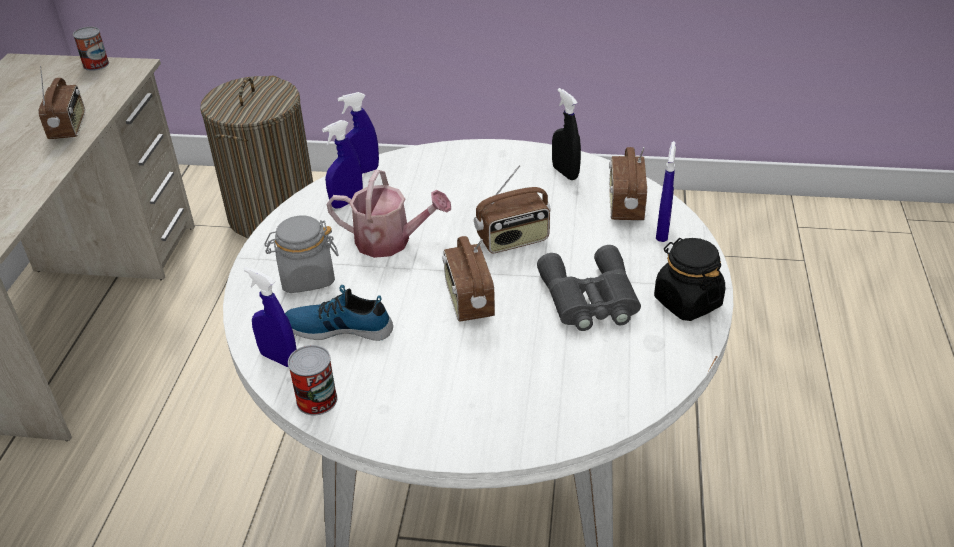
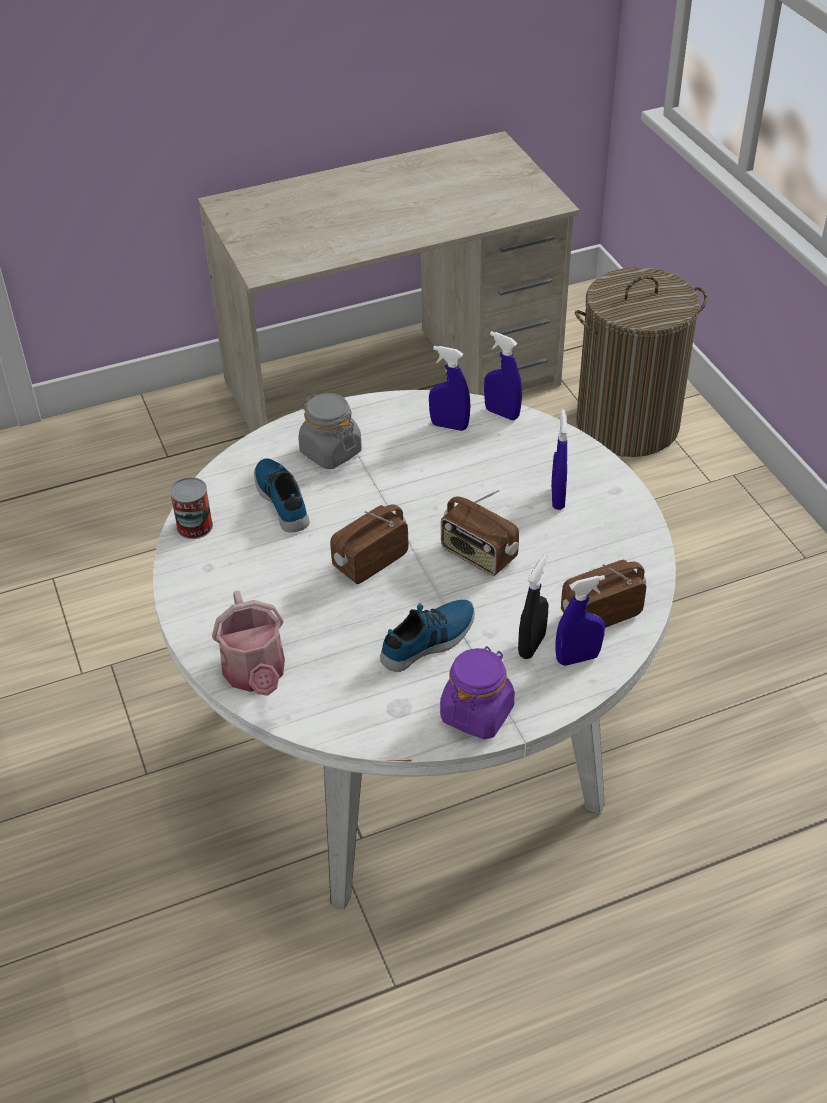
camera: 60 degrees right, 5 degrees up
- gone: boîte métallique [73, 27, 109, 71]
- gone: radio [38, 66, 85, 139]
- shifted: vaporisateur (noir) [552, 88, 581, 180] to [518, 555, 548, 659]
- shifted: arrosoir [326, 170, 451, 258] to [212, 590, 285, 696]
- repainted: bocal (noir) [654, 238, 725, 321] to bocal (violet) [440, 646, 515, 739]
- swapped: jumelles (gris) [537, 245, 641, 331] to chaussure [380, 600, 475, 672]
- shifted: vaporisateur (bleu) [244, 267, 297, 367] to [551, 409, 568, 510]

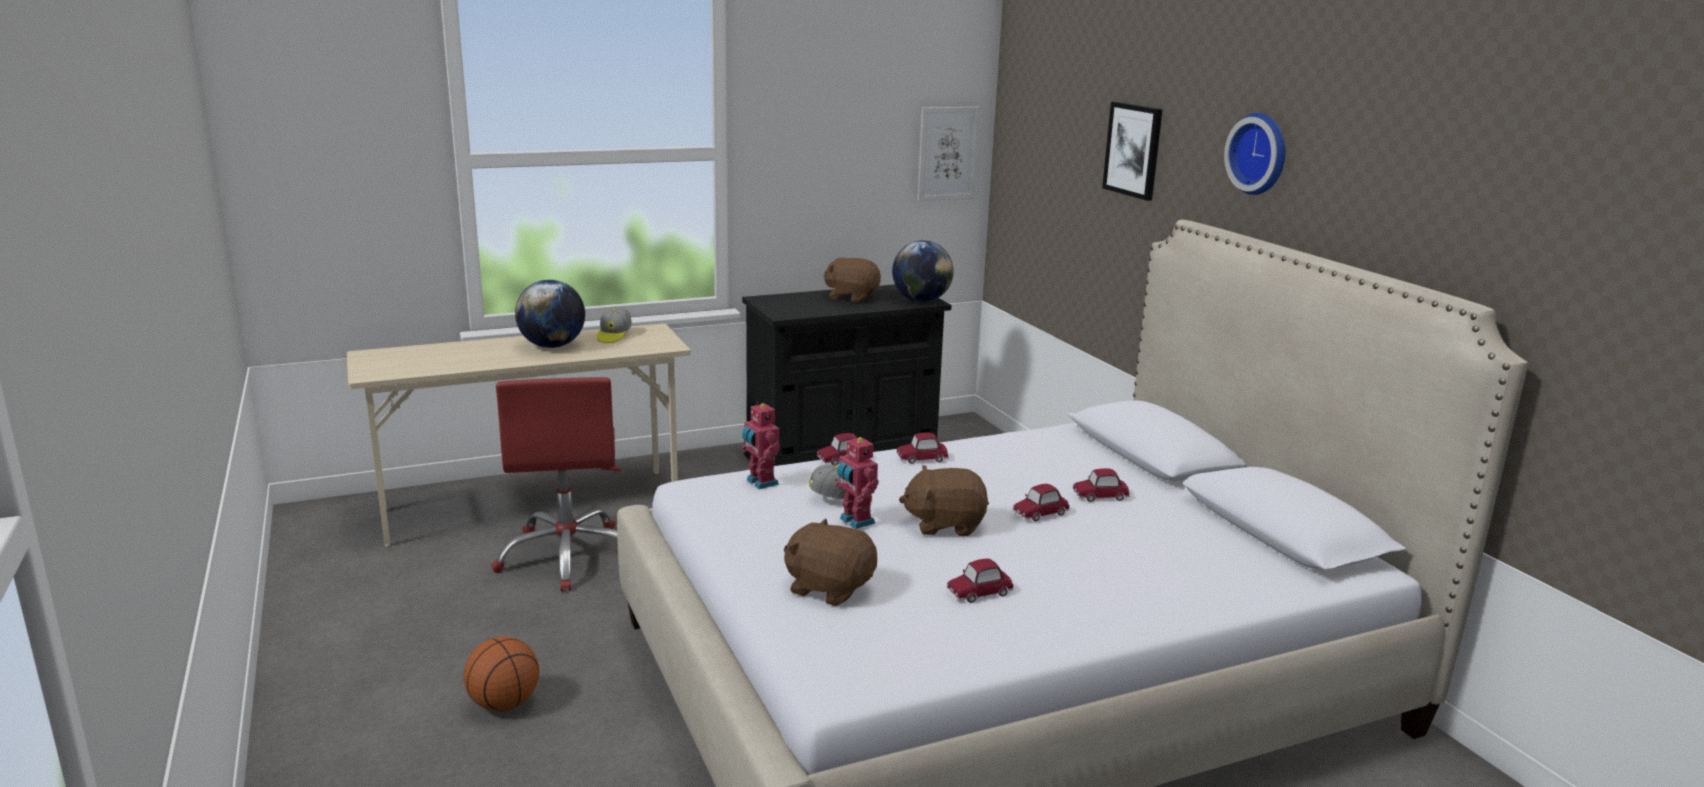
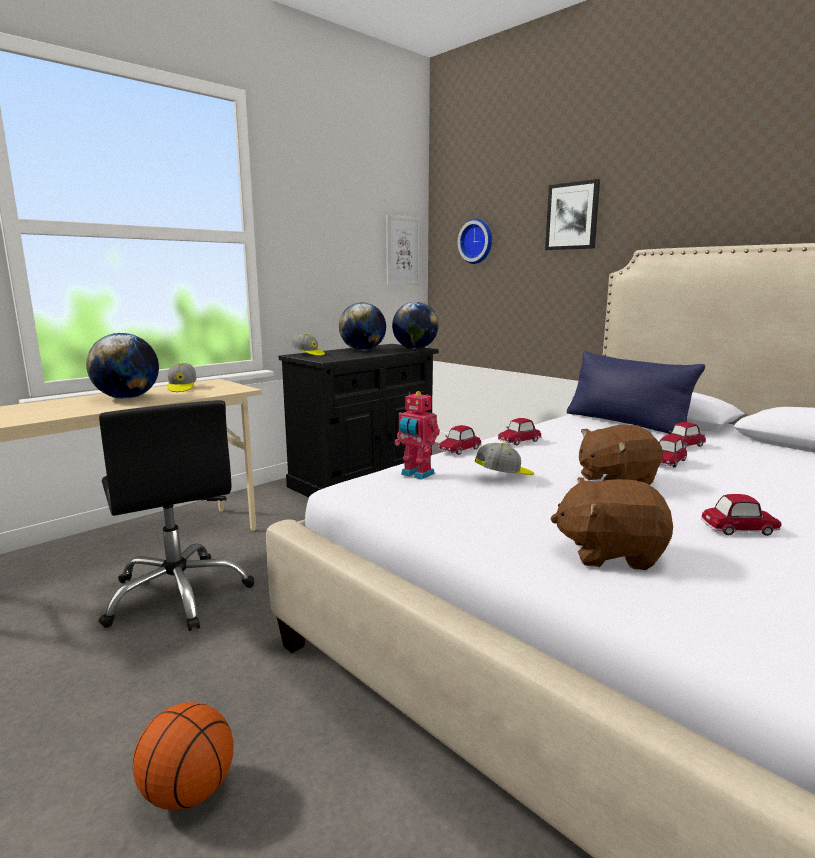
camera: 20 degrees left, 5 degrees down
- shifted: horloge murale [1224, 113, 1286, 195] to [457, 219, 492, 264]
- swapped: peluche (marron) [824, 258, 881, 302] to globe [339, 302, 386, 351]
- repainted: chaise de bureau (rouge) [491, 377, 621, 591] to chaise de bureau (noir) [99, 400, 254, 631]
- gone: robot jouet [835, 435, 879, 529]
- rotated: petite voiture [947, 559, 1014, 603] = [701, 494, 781, 536] 135 degrees counterclockwise
- new: casquette [292, 334, 325, 356]
- new: coussin (bleu) [567, 351, 705, 434]

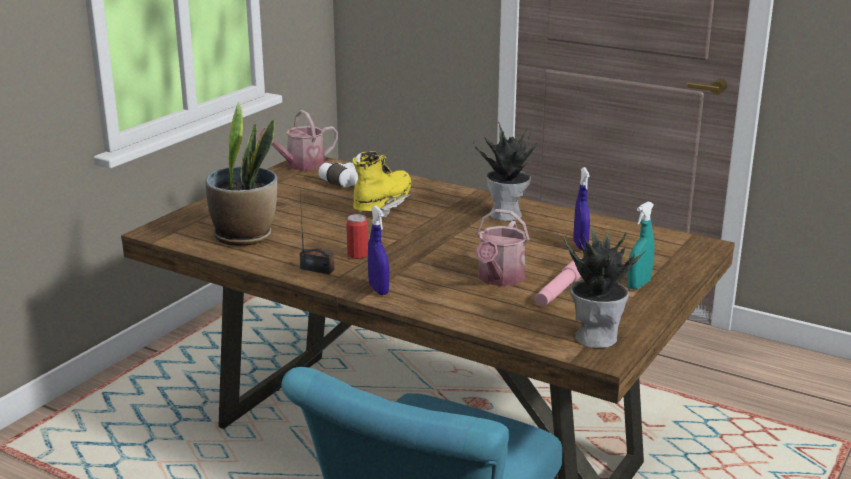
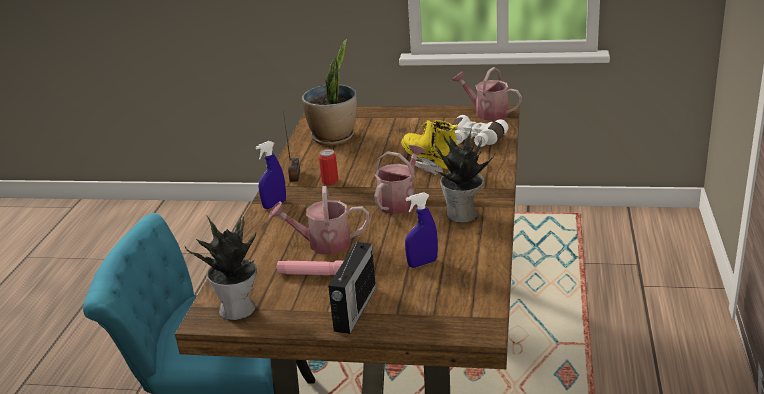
camera: 70 degrees right, 5 degrees up
- rotated: botte (jaune) [352, 151, 411, 217] = [401, 120, 459, 175] 135 degrees counterclockwise
- swapped: vaporisateur (turquoise) [627, 202, 654, 290] to radio [328, 235, 376, 334]
- new: arrosoir [374, 145, 425, 215]

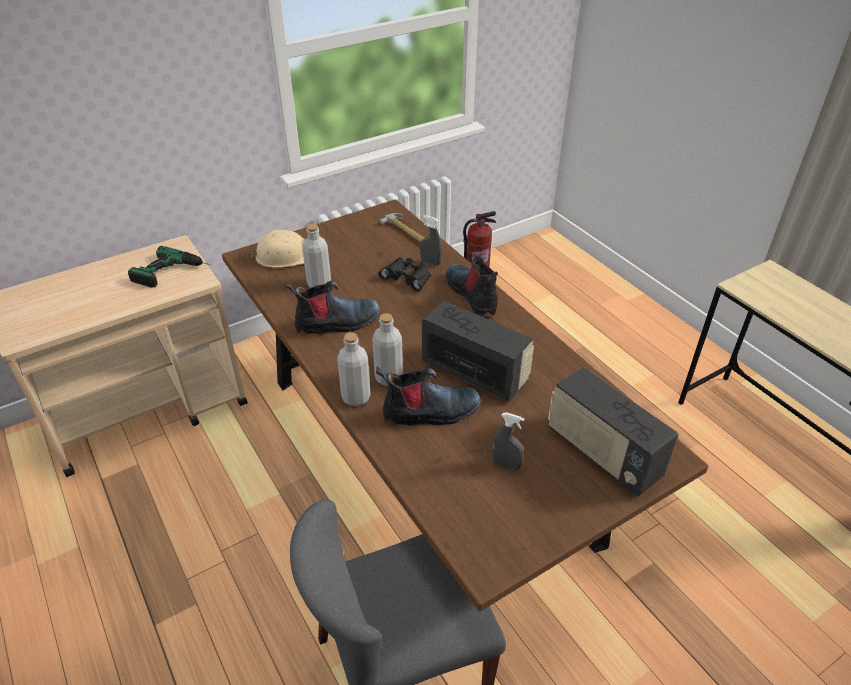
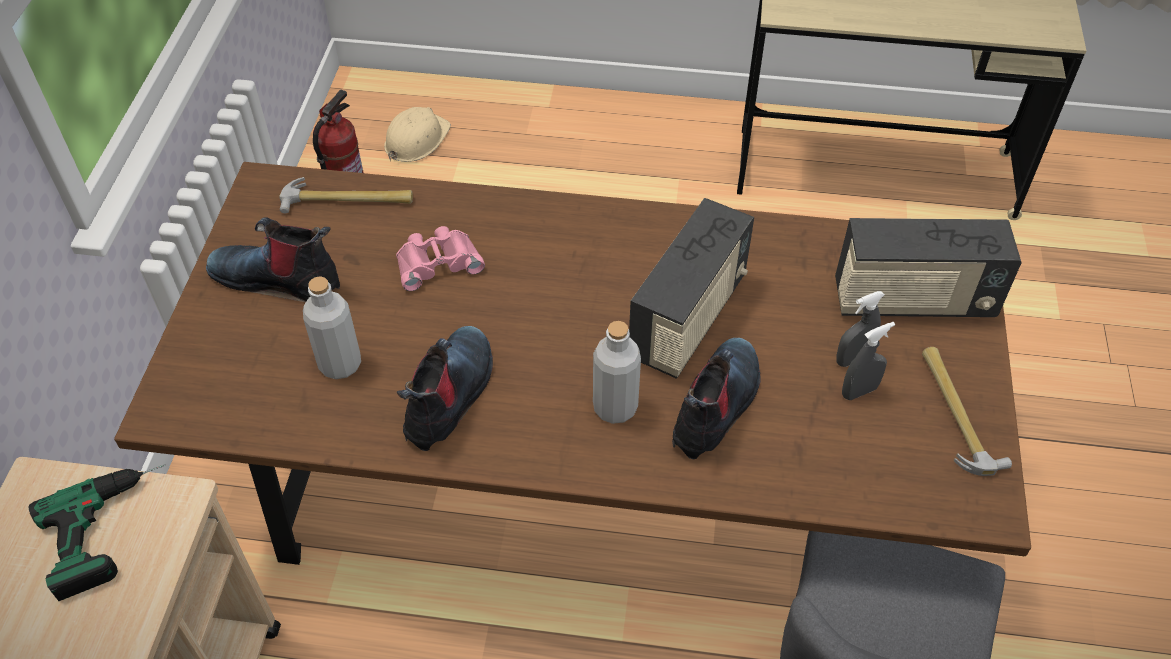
camera: 50 degrees left, 10 degrees up
- shifted: vaporisateur (gris) [420, 215, 442, 266] to [837, 291, 884, 367]
- shifted: casque de chantier (beige) [250, 230, 305, 268] to [384, 107, 451, 162]
- shifted: botte [446, 254, 498, 317] to [206, 217, 340, 302]
- repainted: jumelles (noir) [378, 258, 431, 292] to jumelles (rose) [396, 226, 485, 291]
- rotated: radio [422, 301, 534, 402] = [629, 198, 754, 379] 135 degrees clockwise
- gone: bouteille (gris) [337, 332, 371, 406]
- new: marteau [922, 347, 1012, 476]

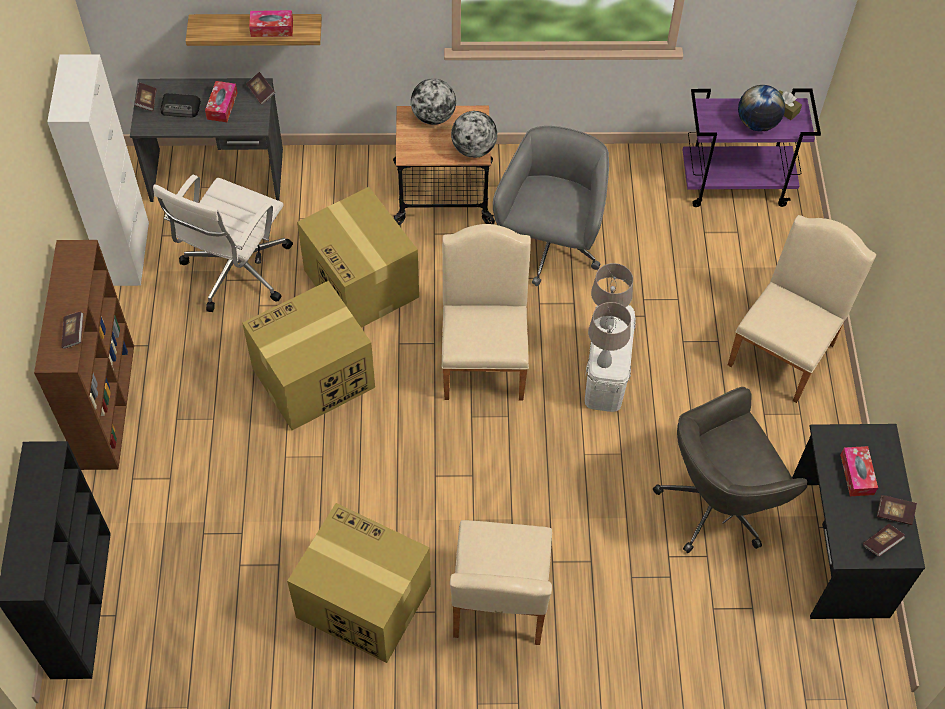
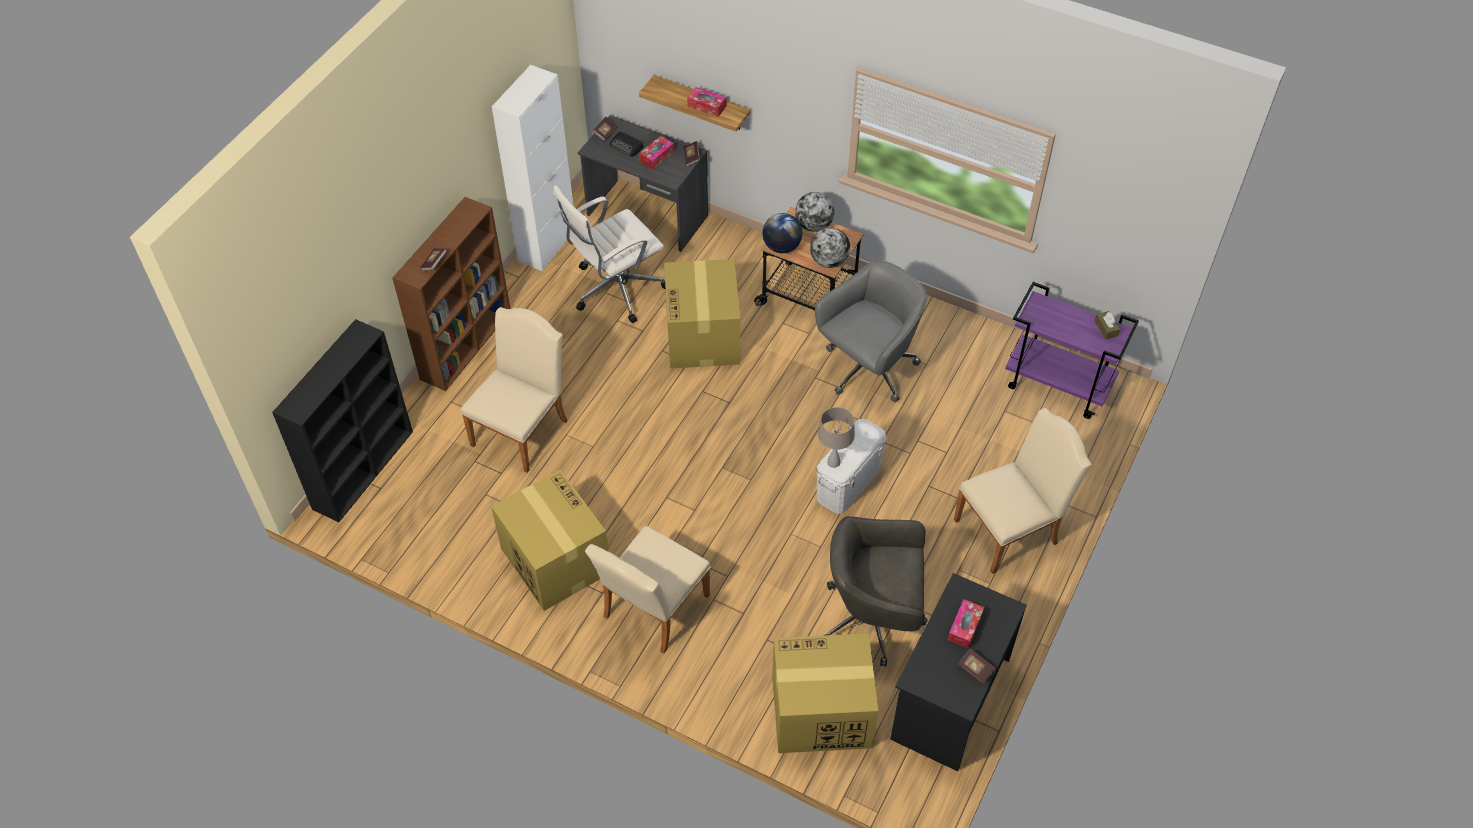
camera: 30 degrees right, 5 degrees down
- shifted: globe [738, 85, 785, 131] to [762, 213, 802, 253]
- shifted: chaise (beige) [442, 224, 531, 400] to [461, 307, 568, 473]
- gone: lampe de table (beige) [591, 263, 633, 330]
- shifted: carton [242, 281, 375, 430] to [772, 633, 878, 753]
- gone: livre [863, 524, 905, 557]

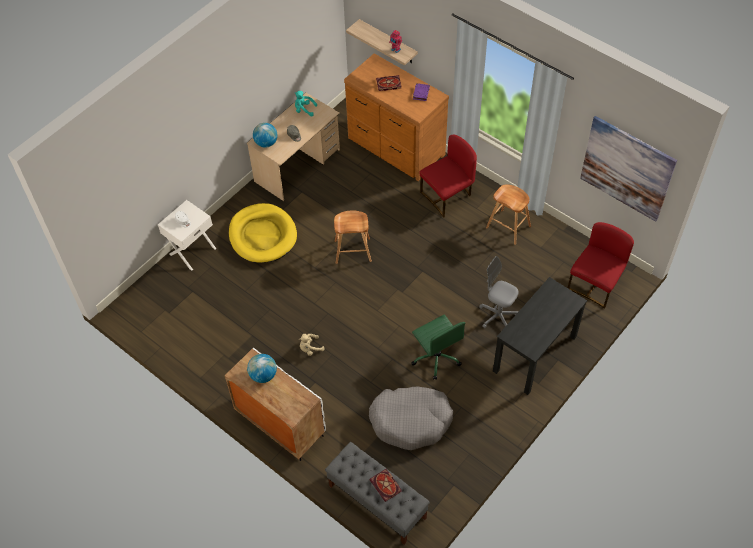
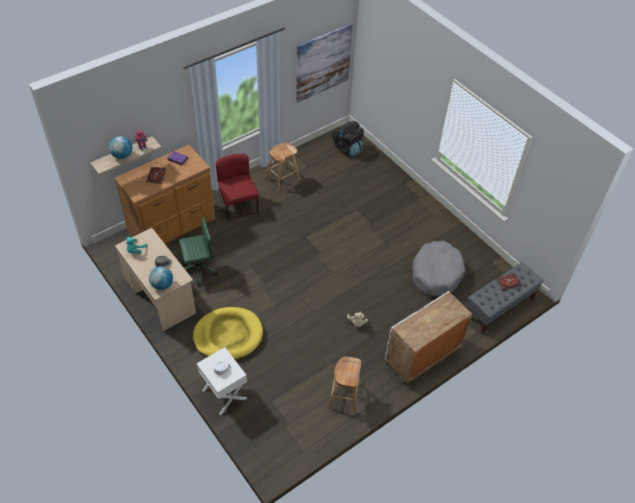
camera: 80 degrees left, 5 degrees down
- shifted: tabouret (marron) [334, 211, 372, 264] to [327, 356, 361, 413]
- swapped: chaise (rouge) [568, 222, 634, 308] to sac à dos (noir) [333, 121, 364, 156]
- gone: chaise de bureau (gris) [479, 256, 519, 328]
- gone: bureau (noir) [493, 277, 587, 395]
- shifted: chaise de bureau (vert) [411, 314, 465, 380] to [179, 217, 218, 286]
- shifted: globe [247, 354, 277, 383] to [109, 136, 133, 159]

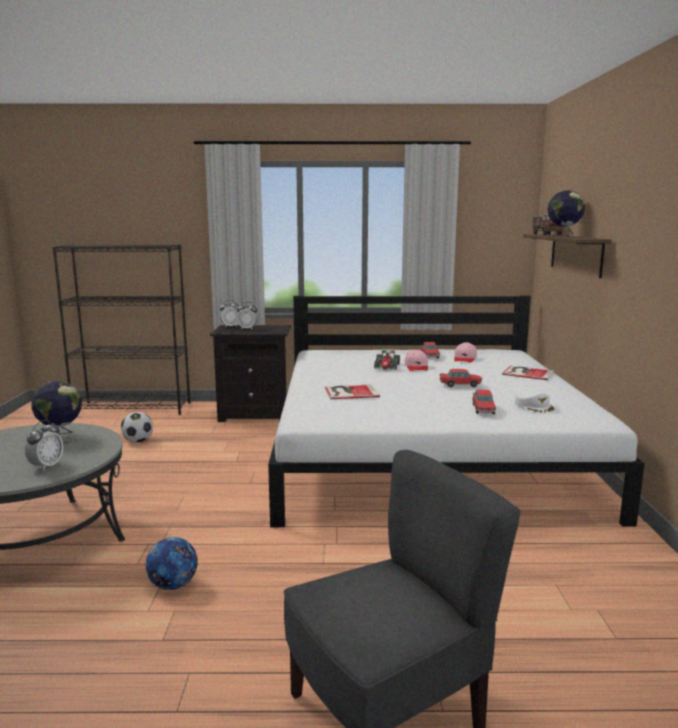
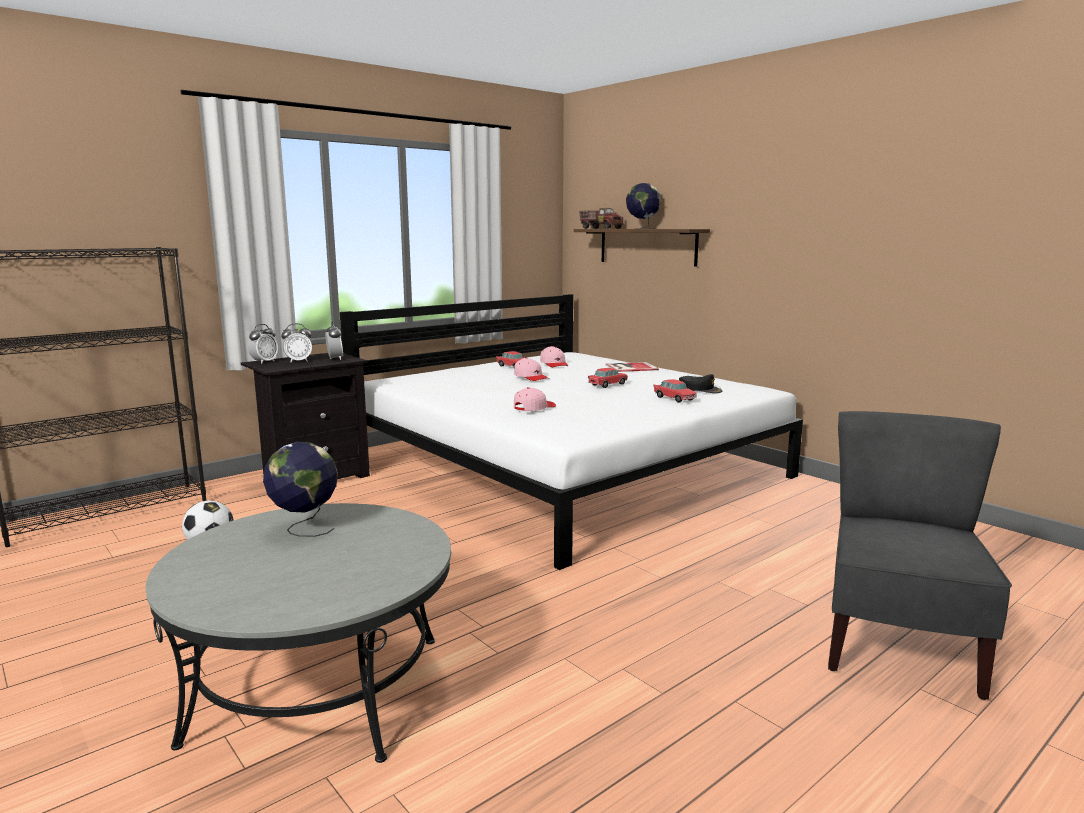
camera: 40 degrees left, 0 degrees up
- gone: petite voiture [374, 350, 400, 370]
- swapped: livre [325, 384, 380, 399] to casquette (rose) [514, 387, 556, 411]
- repainted: casquette (blanc) [515, 390, 554, 413] to casquette (noir) [679, 374, 722, 393]
- shifted: réveil [25, 420, 63, 471] to [325, 322, 343, 360]
- gone: ballon de foot [146, 537, 198, 590]

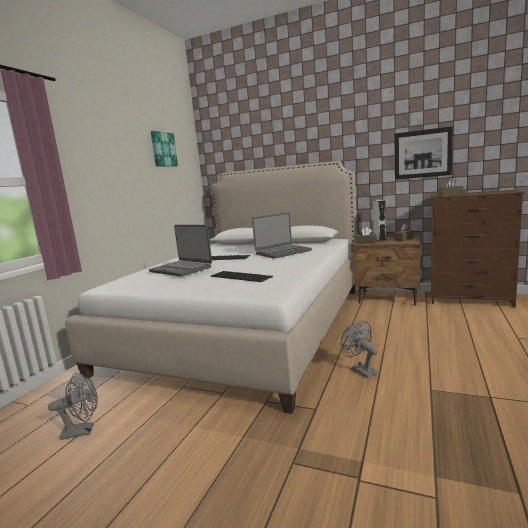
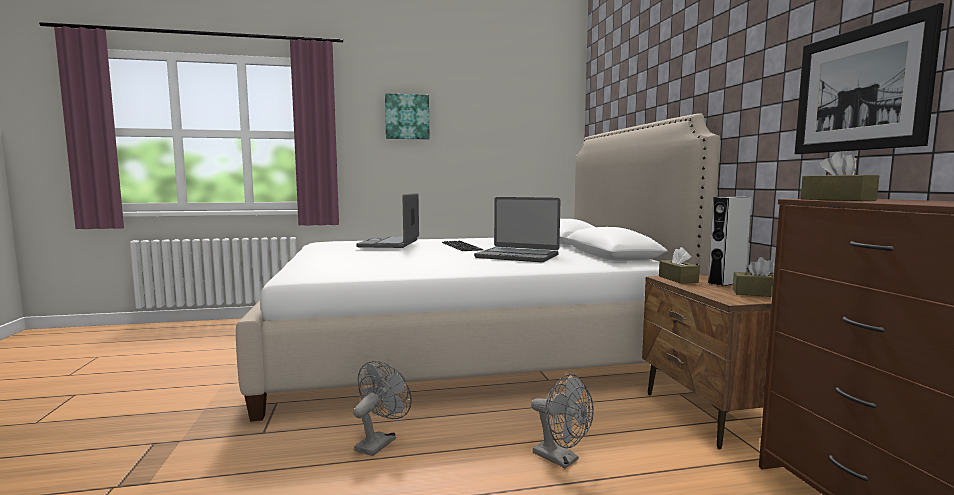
camera: 55 degrees right, 5 degrees down
- shifted: tableau [151, 131, 178, 167] to [385, 93, 430, 139]
- gone: clavier [210, 271, 273, 282]
- shifted: ventilateur (gris) [48, 373, 97, 440] to [531, 374, 594, 468]

